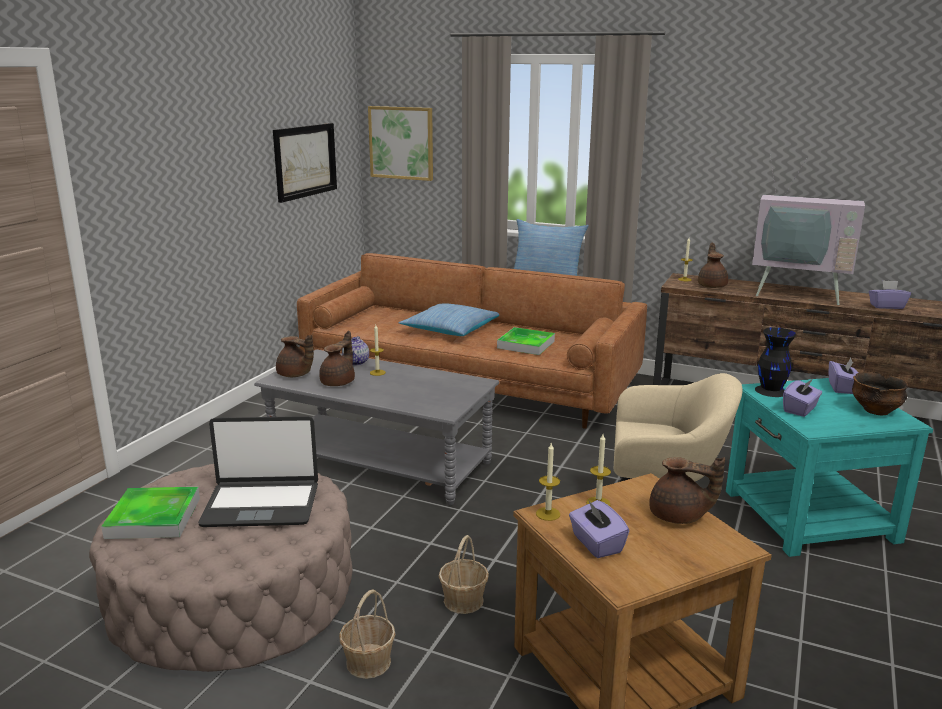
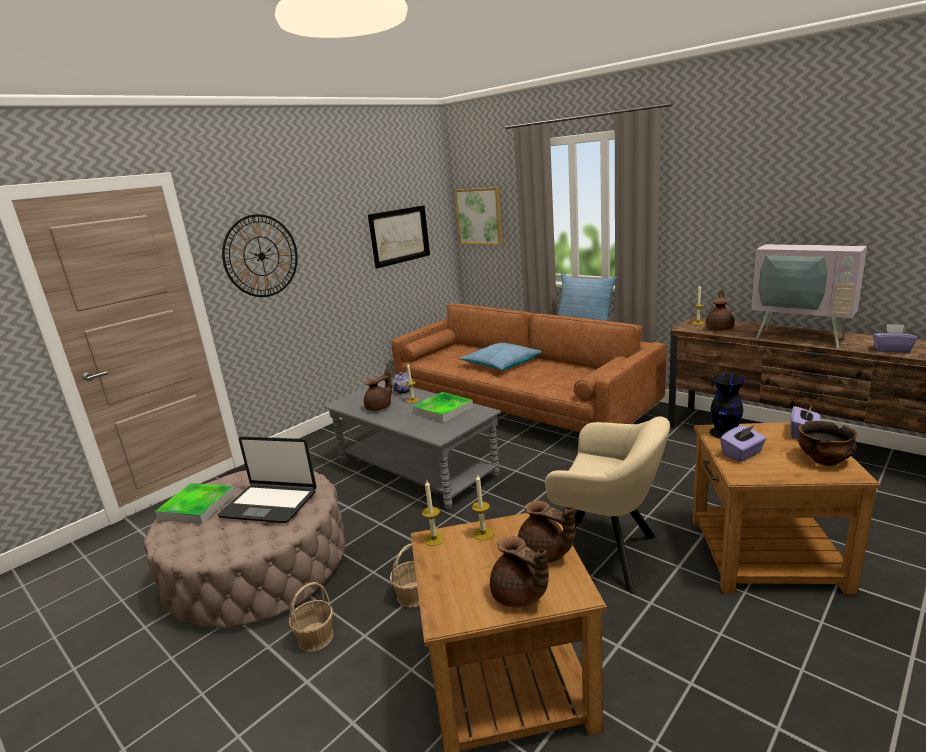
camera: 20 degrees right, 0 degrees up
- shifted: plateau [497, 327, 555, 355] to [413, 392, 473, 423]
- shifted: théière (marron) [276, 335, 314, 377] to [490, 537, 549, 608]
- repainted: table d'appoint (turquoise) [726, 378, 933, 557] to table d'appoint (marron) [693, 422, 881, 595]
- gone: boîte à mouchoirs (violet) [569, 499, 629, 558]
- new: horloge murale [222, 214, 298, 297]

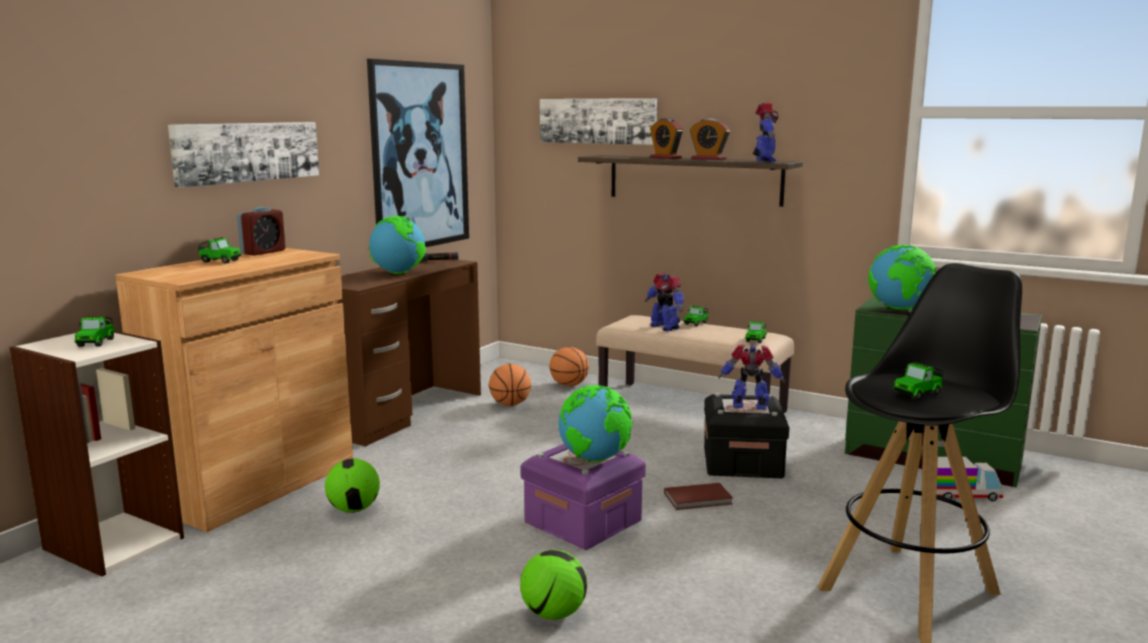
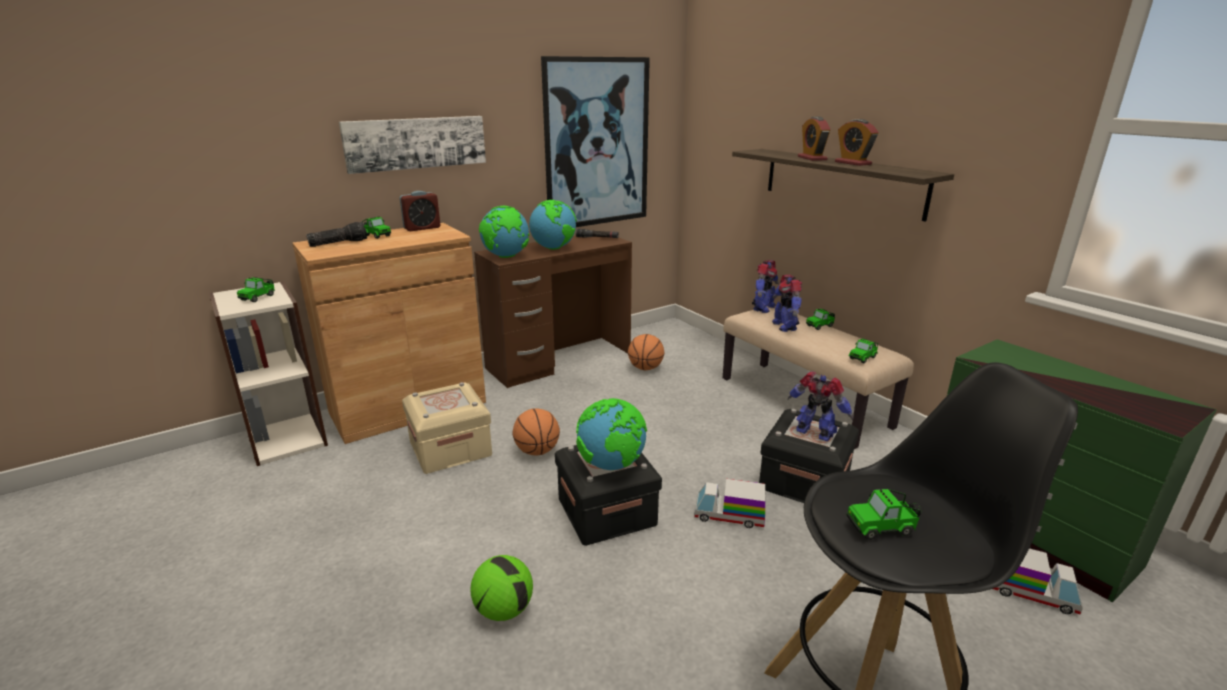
camera: 25 degrees right, 10 degrees up
- gone: tableau [540, 98, 657, 145]
- shifted: robot jouet [753, 102, 779, 162] to [752, 260, 779, 313]
- shifted: globe [868, 245, 937, 310] to [479, 206, 529, 258]
- shifted: ballon de basket [549, 347, 589, 386] to [512, 408, 560, 455]
- repainted: boîte de rangement (violet) [521, 444, 646, 550] to boîte de rangement (noir) [555, 445, 662, 546]
- swapped: ballon de foot [325, 458, 380, 513] to boîte de rangement (beige) [402, 382, 492, 474]
- swapped: livre (marron) [664, 483, 733, 510] to camion jouet [694, 479, 765, 528]
- new: lampe de poche [306, 222, 367, 247]

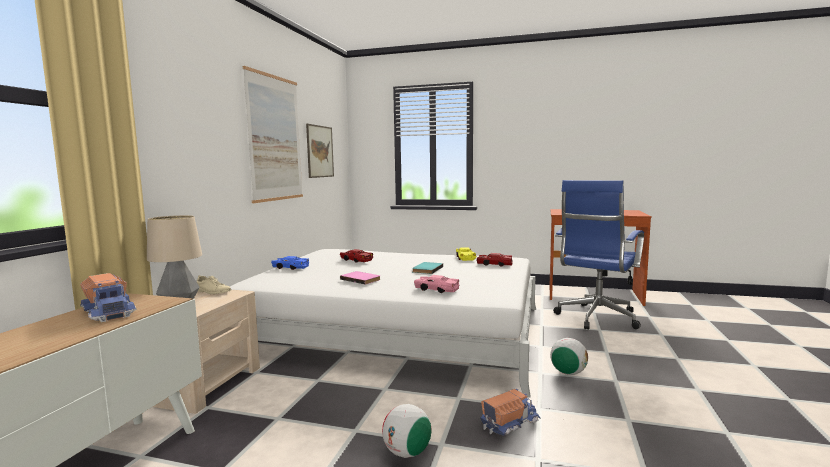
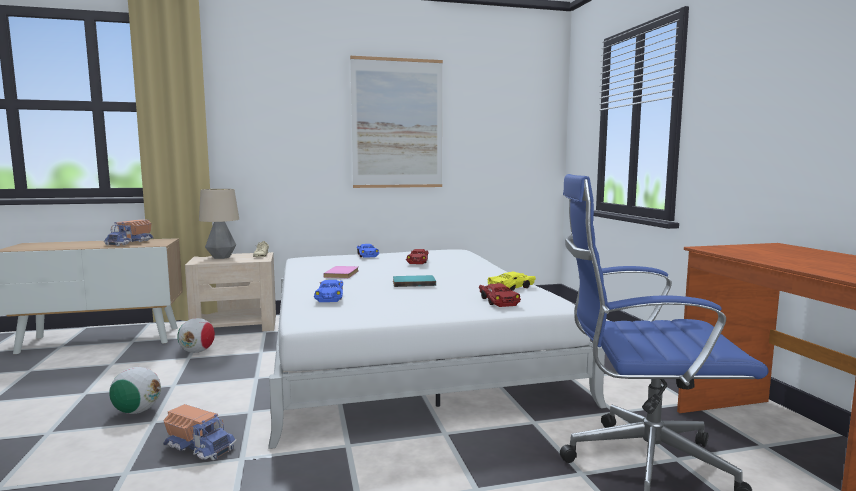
camera: 60 degrees right, 0 degrees up
- gone: tableau [306, 124, 334, 178]
- repainted: petite voiture (rose) [414, 275, 460, 293] to petite voiture (bleu) [314, 280, 343, 302]
- shifted: ballon de foot [550, 338, 588, 375] to [177, 318, 215, 353]

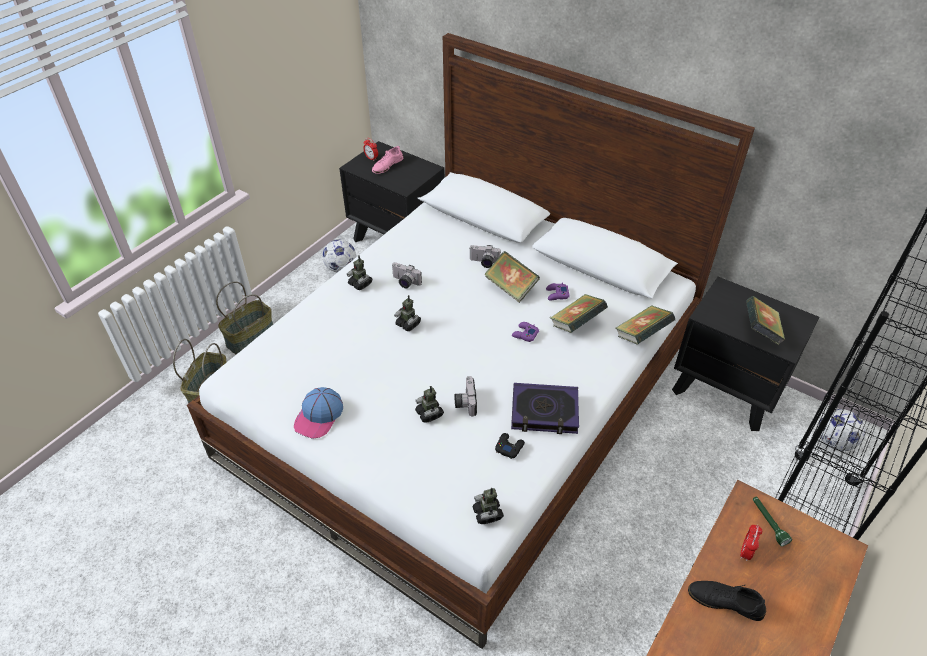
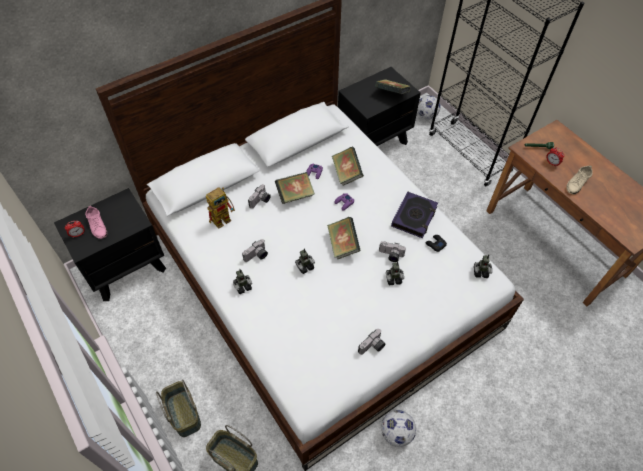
camera: 70 degrees left, 10 degrees up
- shifted: ballon de foot [322, 239, 356, 272] to [381, 410, 416, 447]
- shifted: livre [615, 305, 675, 345] to [327, 217, 361, 259]
- swapped: casquette [294, 387, 343, 439] to appareil photo [358, 329, 386, 355]
- repainted: chaussure (noir) [688, 581, 766, 621] to chaussure (beige) [566, 165, 593, 195]
- new: robot jouet [206, 187, 235, 229]

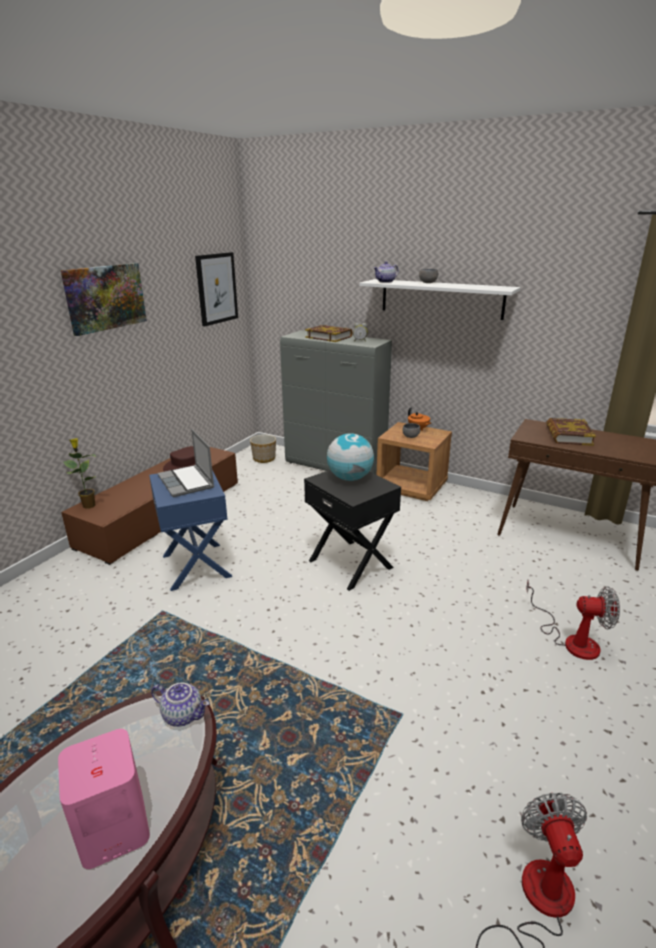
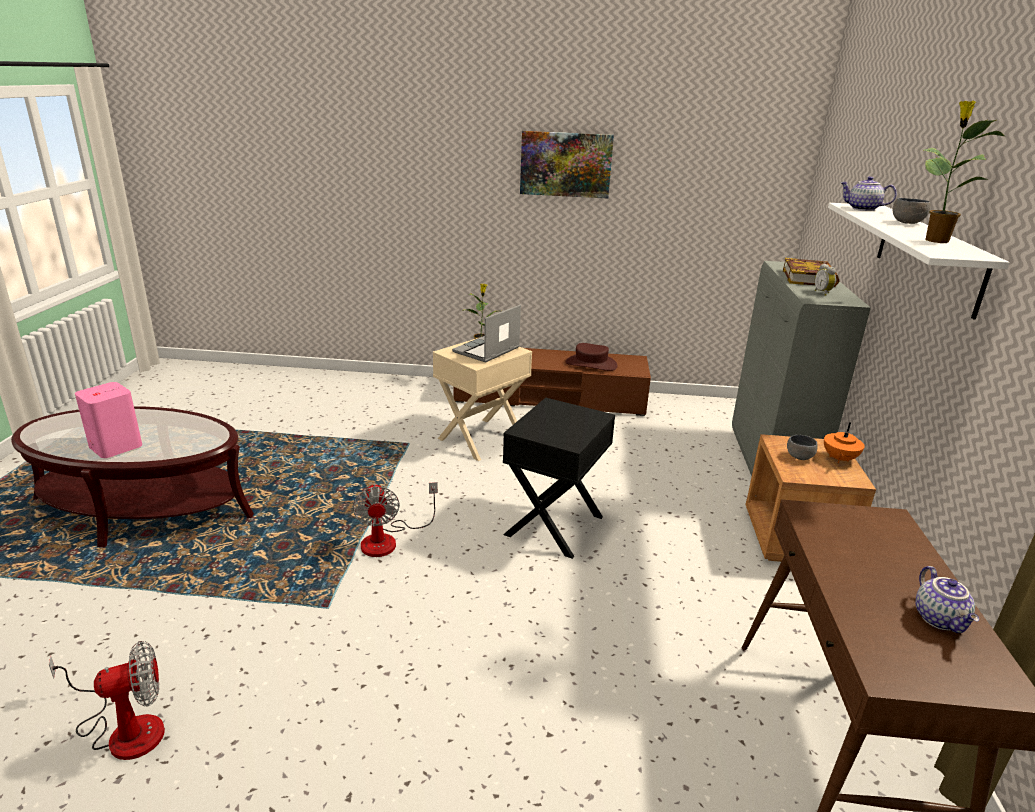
camera: 65 degrees right, 0 degrees up
- gone: tableau [195, 252, 238, 326]
- gone: livre [546, 418, 596, 446]
- gone: globe [327, 433, 374, 481]
- gone: cache-pot [250, 435, 276, 463]
- repainted: table d'appoint (bleu) [149, 470, 232, 591] to table d'appoint (beige) [433, 338, 532, 461]
- shifted: ventilateur [526, 580, 620, 660] to [352, 482, 438, 557]
- shifted: théière [151, 682, 209, 727] to [915, 566, 979, 633]
- new: plante en pot [924, 101, 1005, 243]

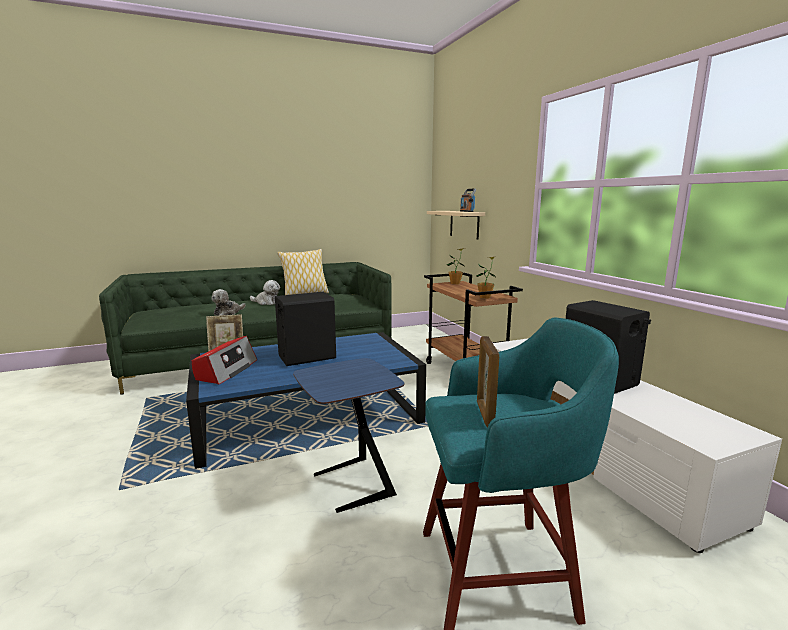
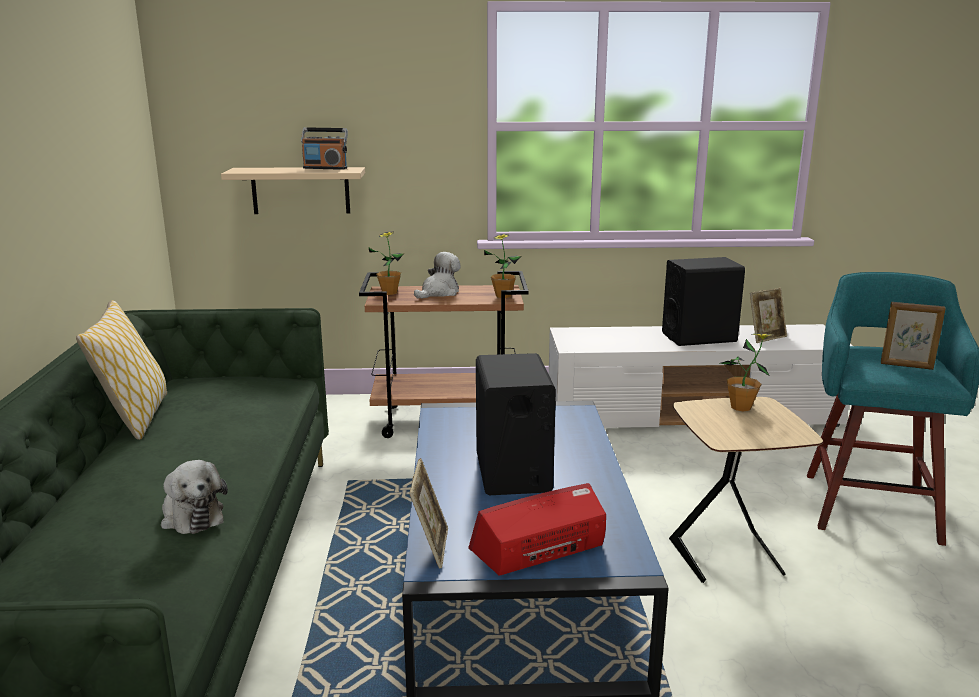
camera: 70 degrees left, 5 degrees up
- shifted: peluche [250, 280, 280, 305] to [414, 252, 461, 299]
- rotated: radio [192, 336, 257, 384] = [468, 483, 606, 576] 60 degrees counterclockwise
- repainted: table d'appoint (bleu) [293, 358, 404, 513] to table d'appoint (beige) [669, 397, 823, 583]
- new: cadre photo [750, 288, 787, 343]
- new: plante en pot [720, 334, 773, 412]

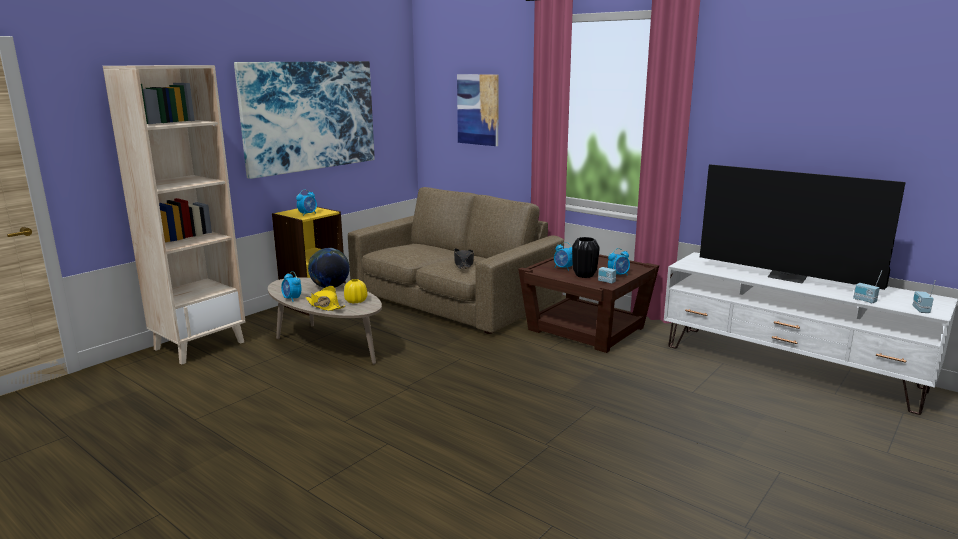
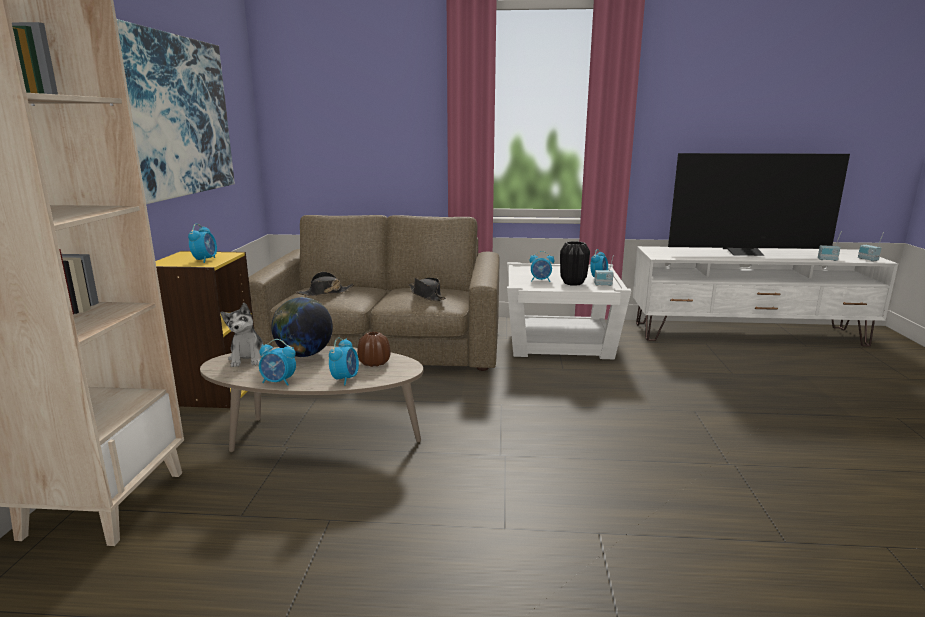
camera: 35 degrees left, 0 degrees up
- gone: tableau [457, 74, 499, 146]
- repainted: table d'appoint (marron) [518, 254, 659, 353] to table d'appoint (blanc) [507, 262, 632, 359]
- repainted: vase (jaune) [344, 279, 367, 304] to vase (marron) [357, 332, 391, 367]
- swapped: chapeau (jaune) [306, 286, 345, 311] to réveil [329, 337, 359, 385]
- new: chapeau (noir) [296, 272, 355, 296]
- new: peluche [221, 303, 263, 367]

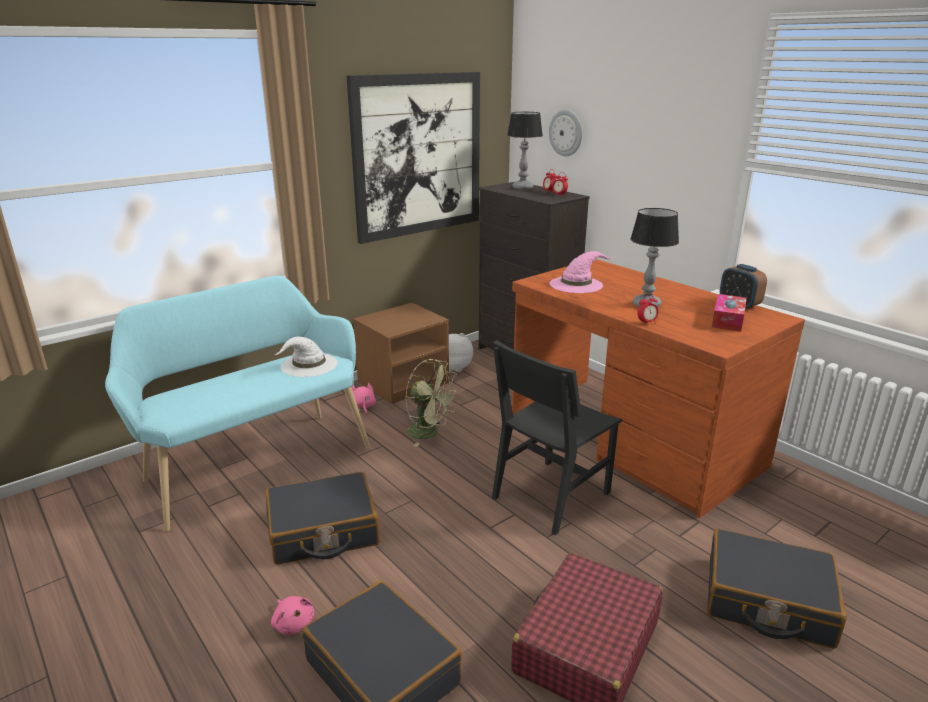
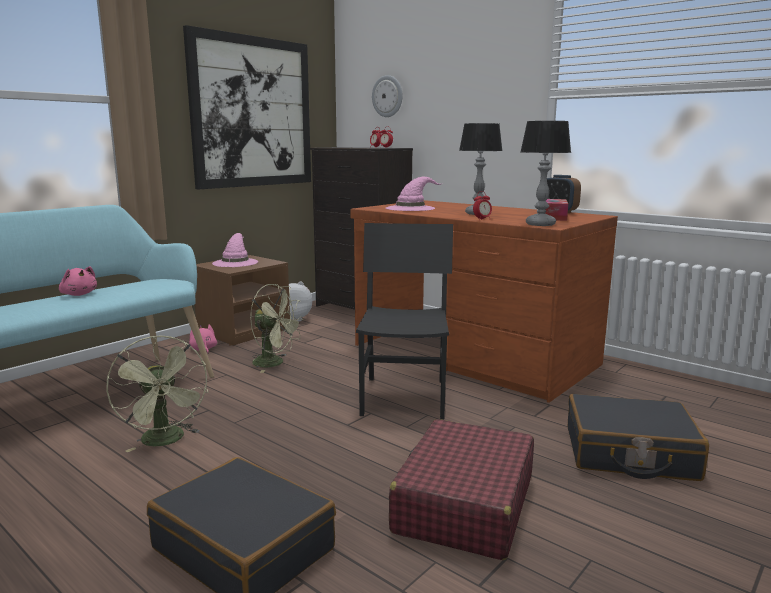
camera: 10 degrees left, 10 degrees down
- shifted: lampe de table [507, 112, 543, 190] to [521, 121, 571, 226]
- gone: chapeau (blanc) [274, 336, 338, 377]
- rotated: chaise (noir) [492, 340, 622, 535] = [356, 223, 453, 420] 150 degrees clockwise
- swapped: valise (noir) [266, 472, 380, 565] to ventilateur (vert) [106, 335, 208, 452]
- shifted: peluche (rose) [271, 596, 314, 635] to [59, 266, 97, 296]
- new: chapeau (rose) [212, 233, 258, 267]

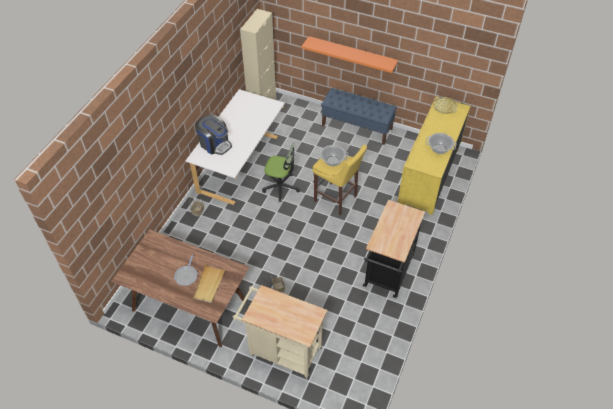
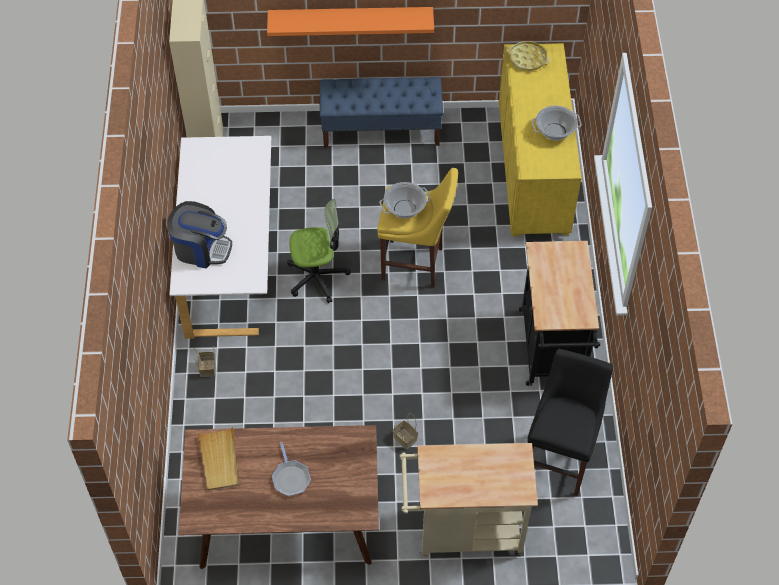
camera: 25 degrees left, 5 degrees up
- shifted: plateau (beige) [193, 264, 226, 303] to [197, 427, 239, 491]
- new: tabouret (noir) [527, 349, 613, 496]

